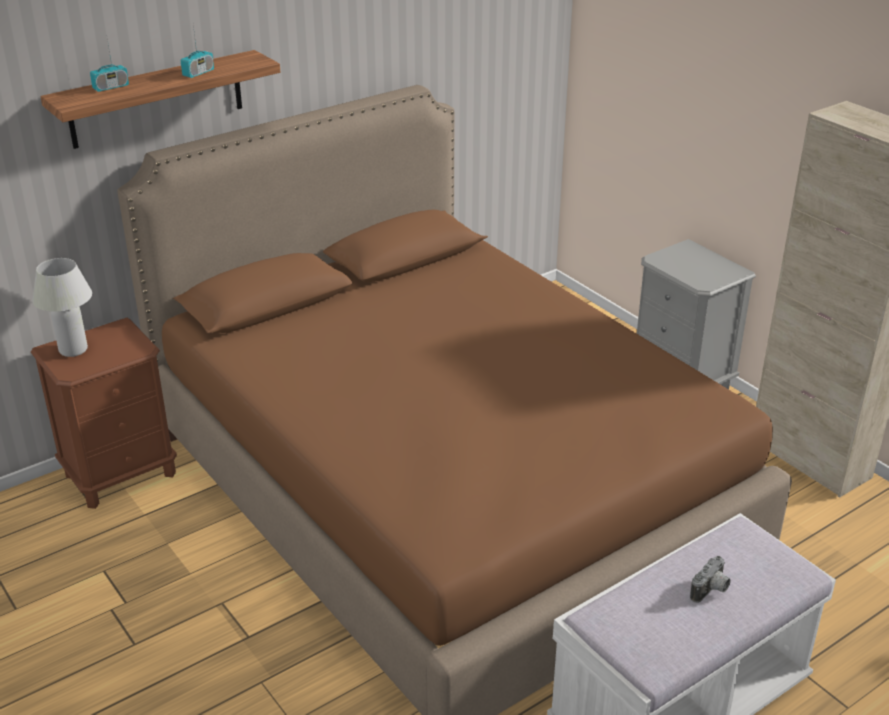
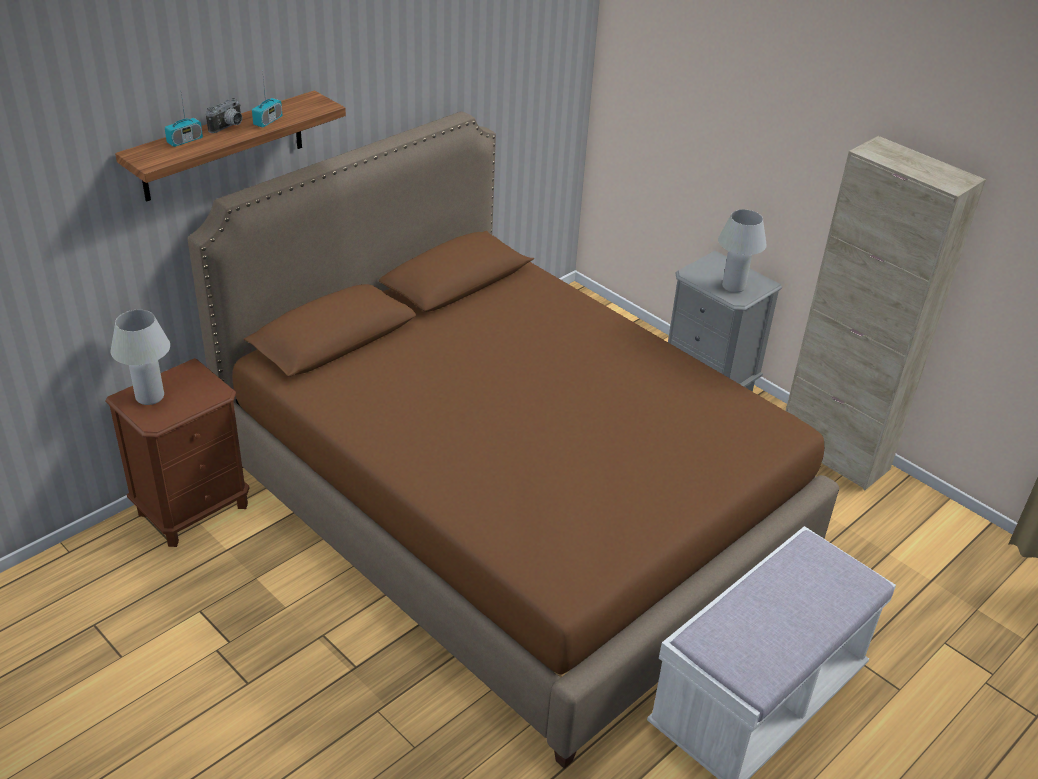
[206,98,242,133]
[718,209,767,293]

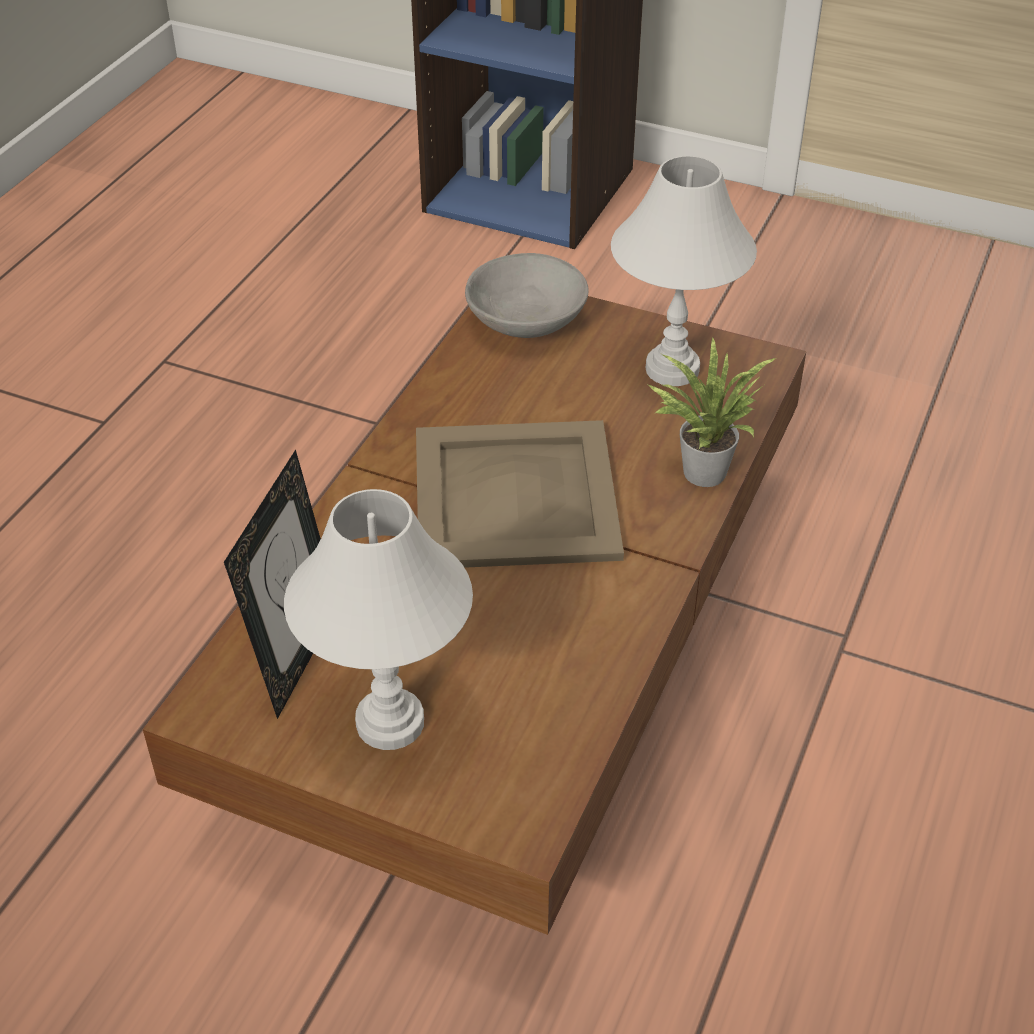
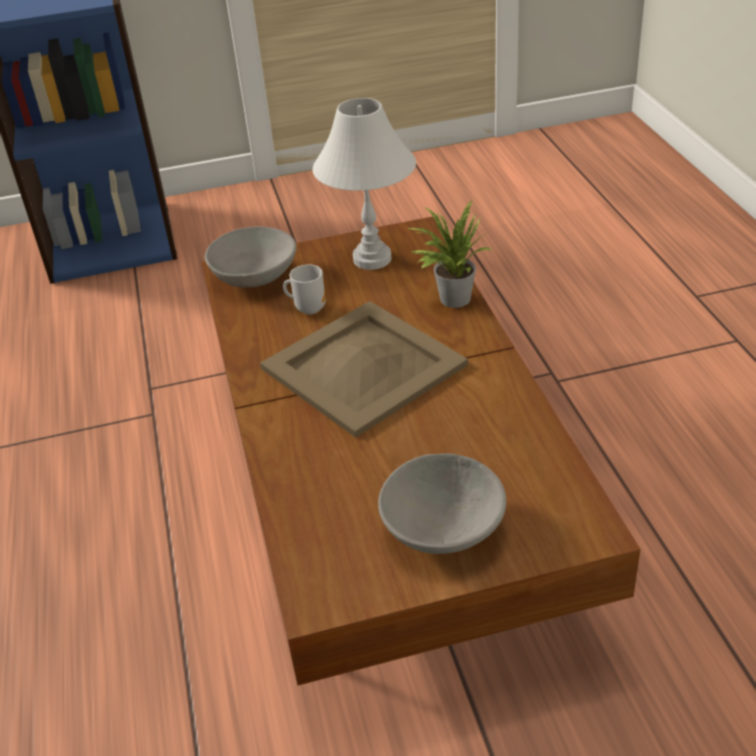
[283,265,325,314]
[378,453,506,554]
[224,450,321,719] (first image)

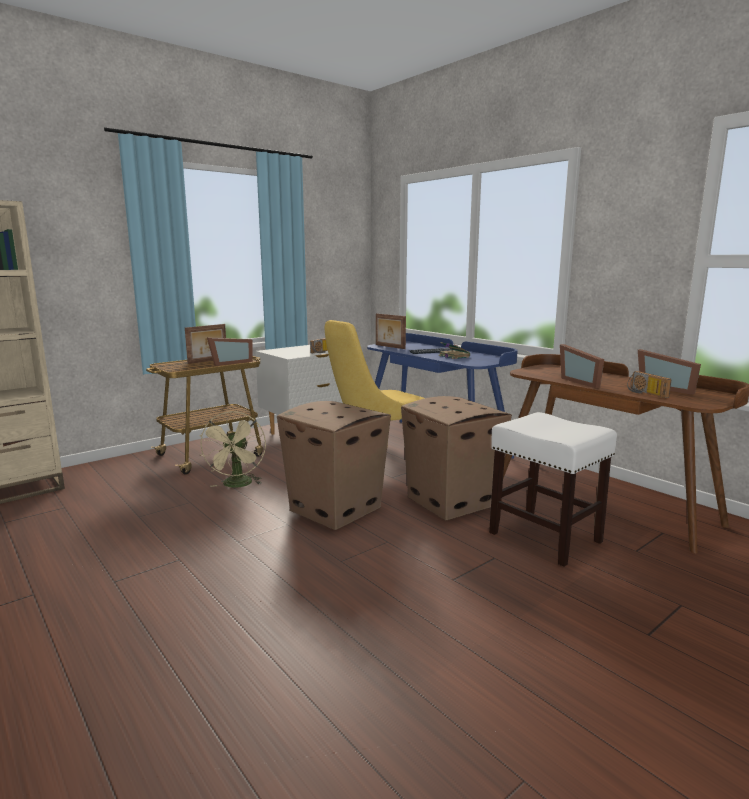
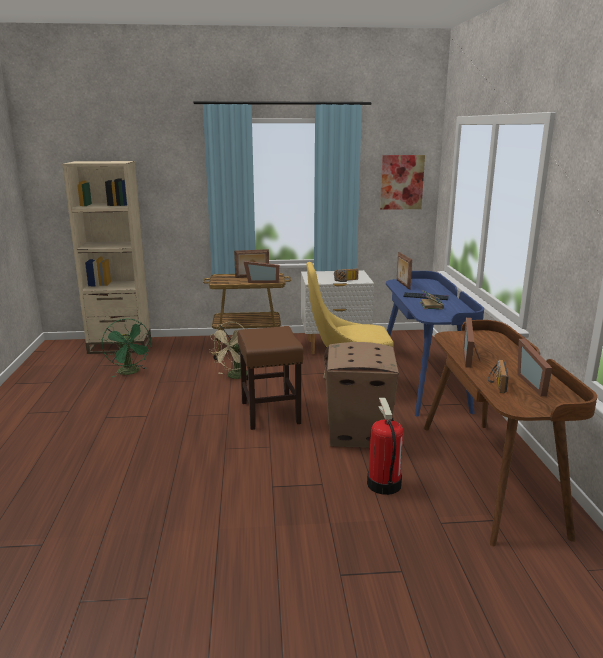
[102,318,151,377]
[237,326,304,430]
[367,398,404,495]
[380,155,425,210]

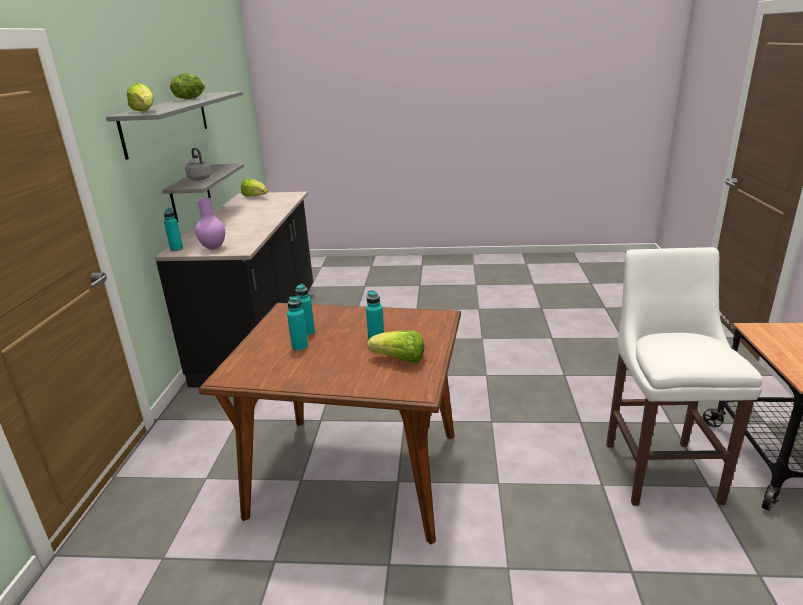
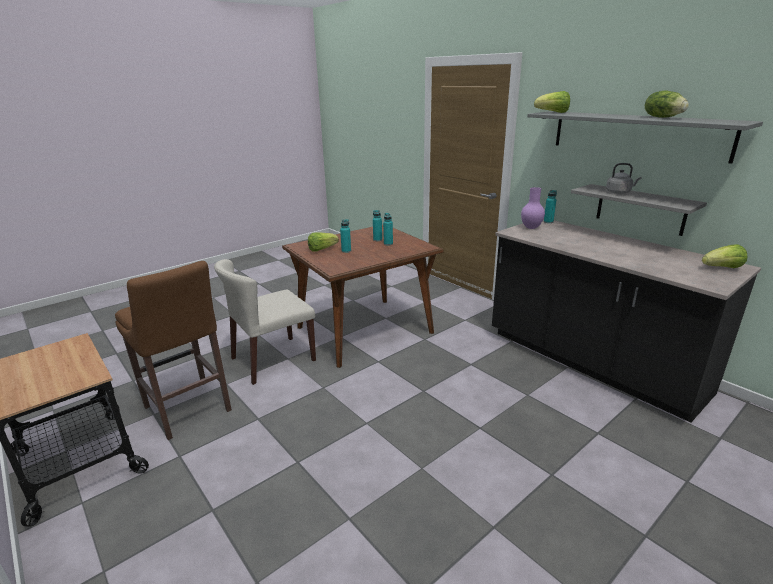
[115,261,232,440]
[214,259,316,385]

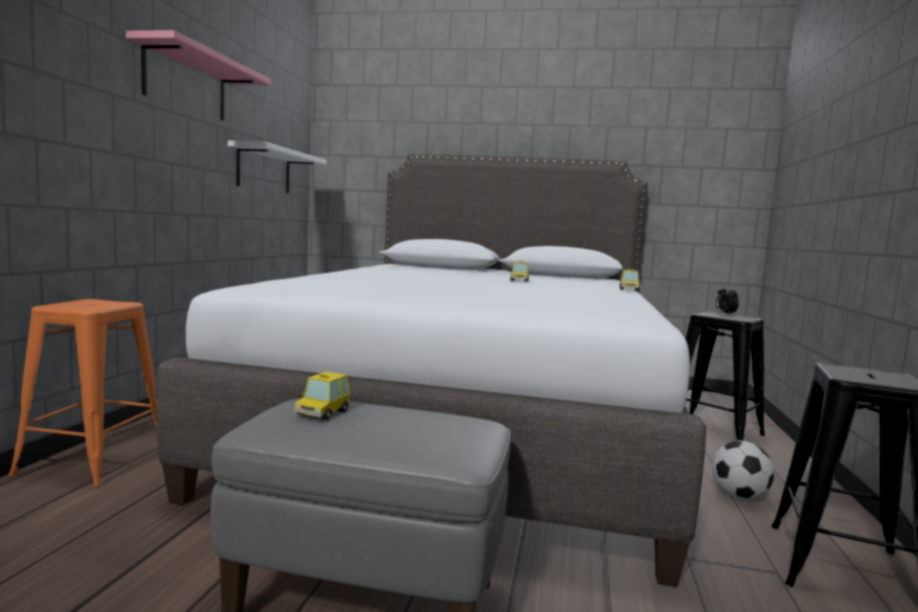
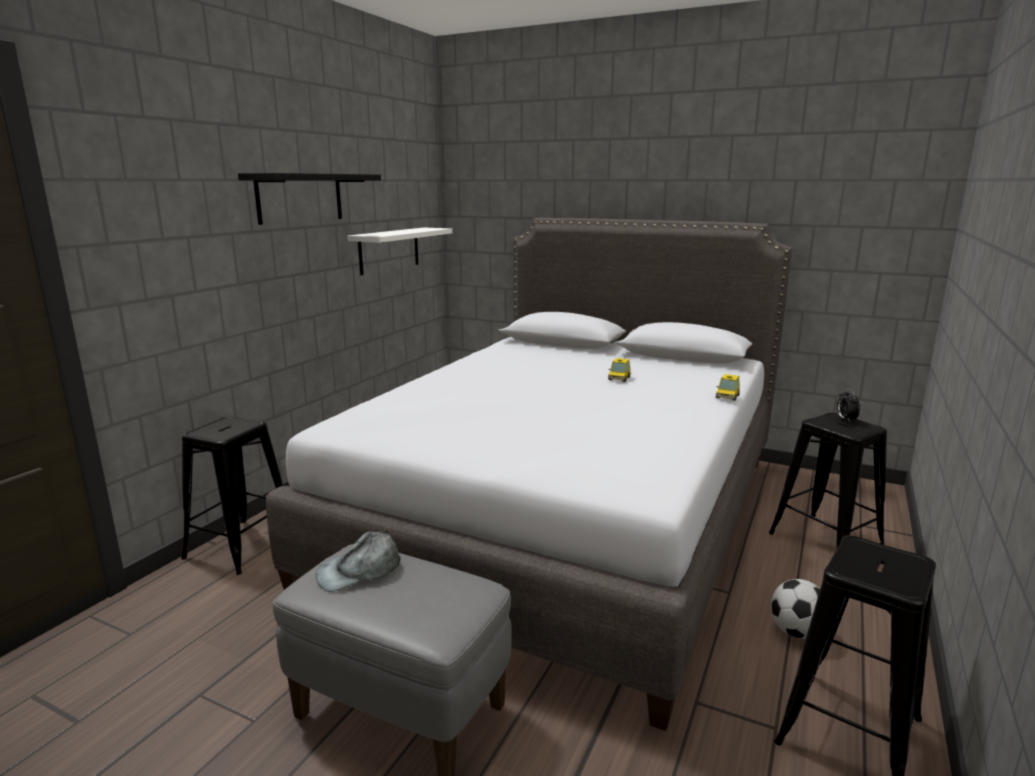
[181,416,283,575]
[238,173,381,225]
[316,531,401,592]

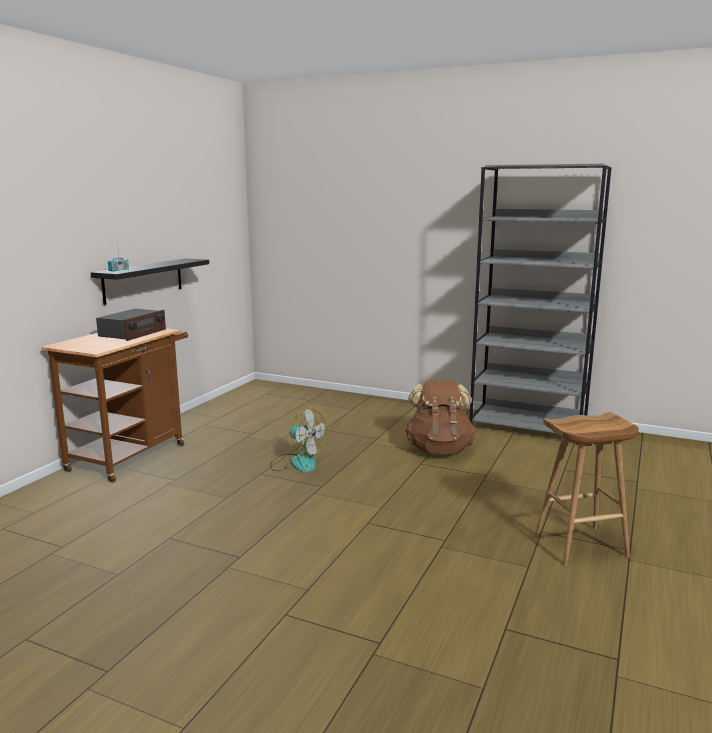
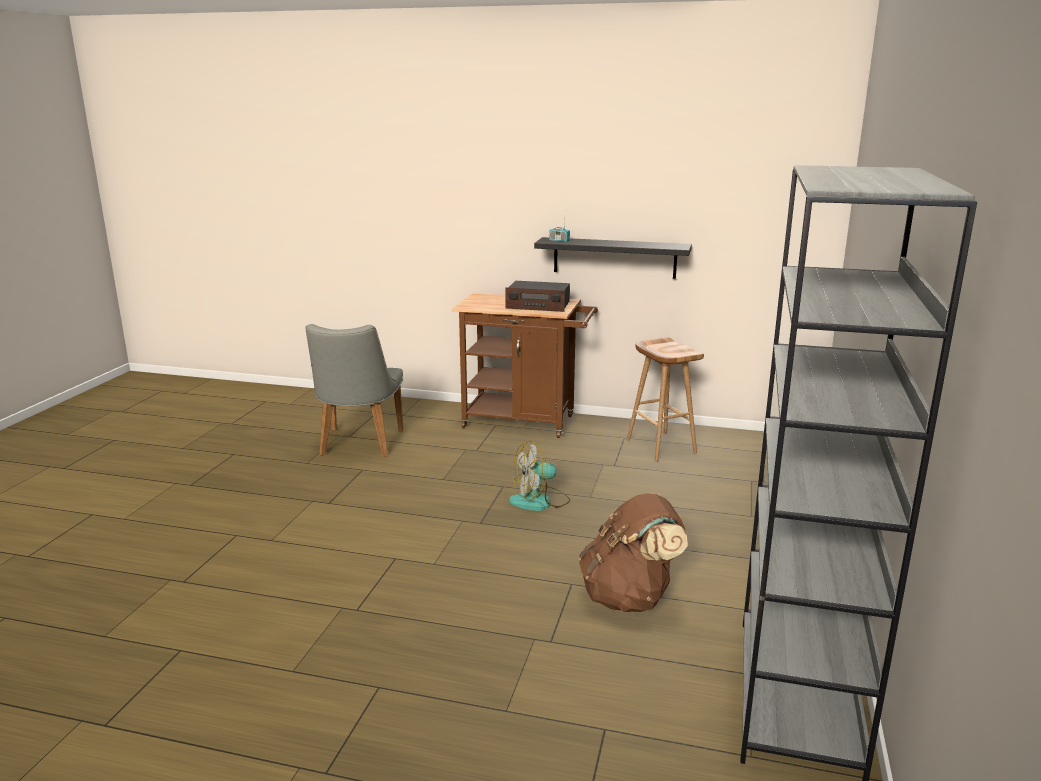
[305,324,403,457]
[509,440,570,511]
[627,337,704,462]

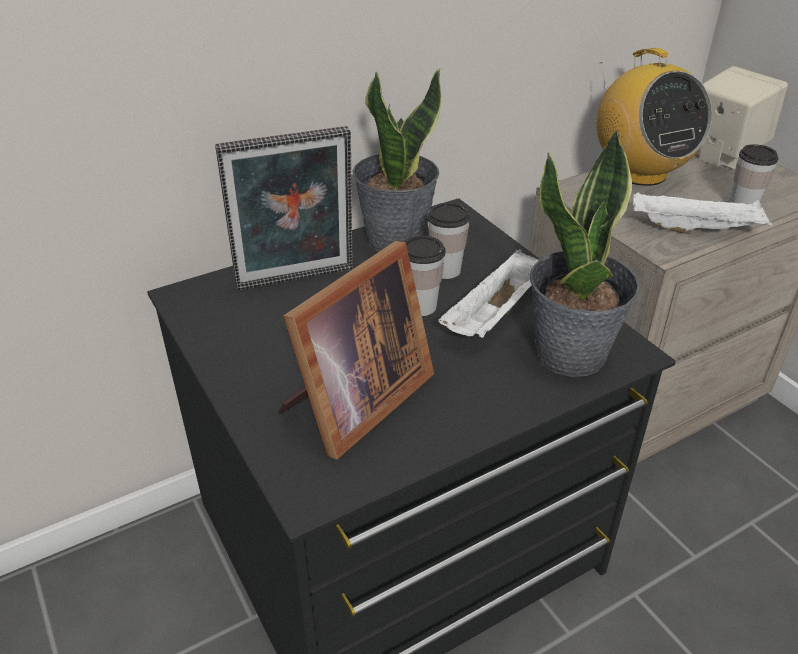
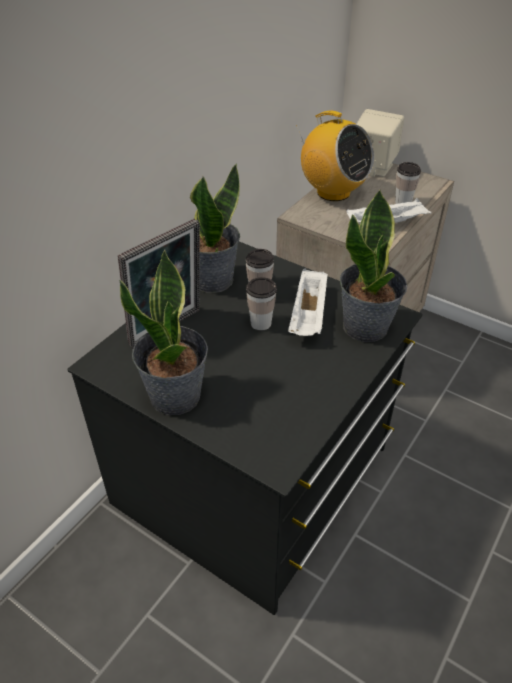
[119,250,208,415]
[279,241,434,460] (first image)

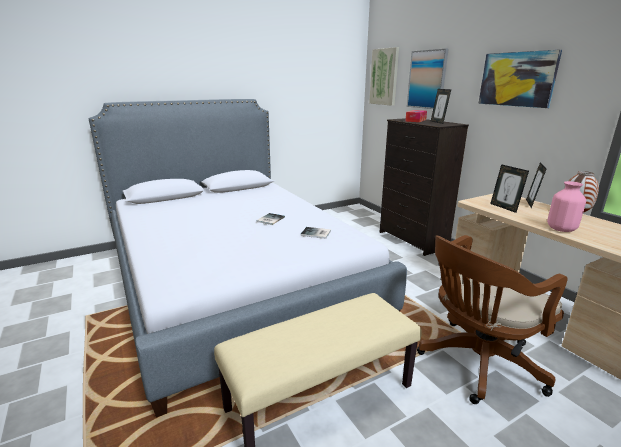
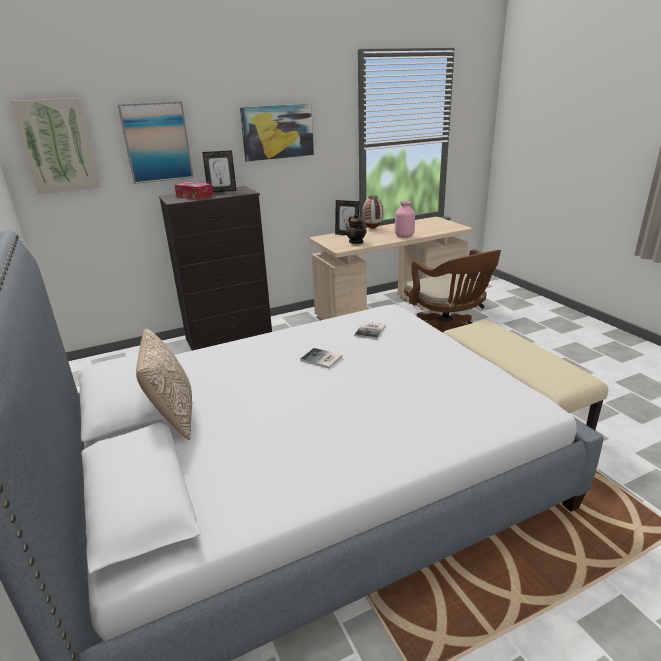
[136,328,192,440]
[346,213,367,244]

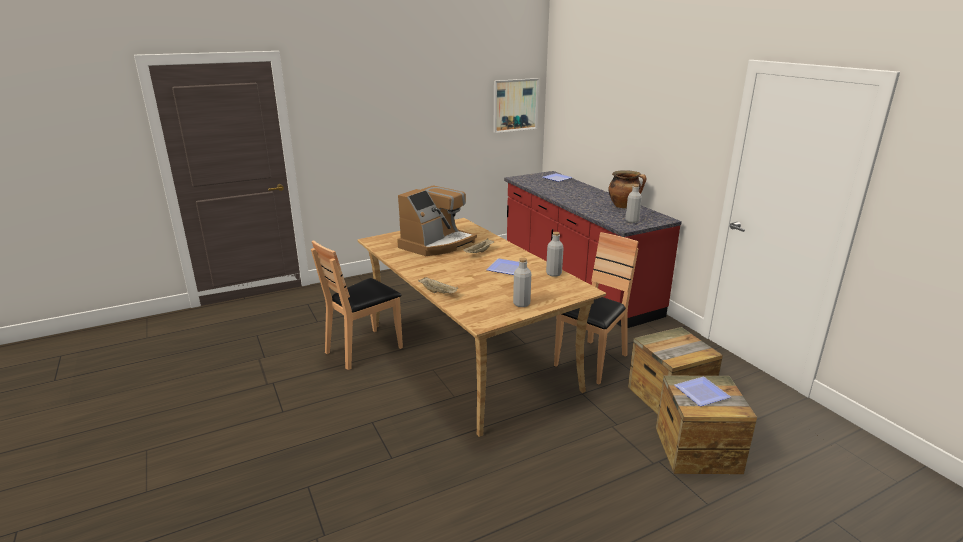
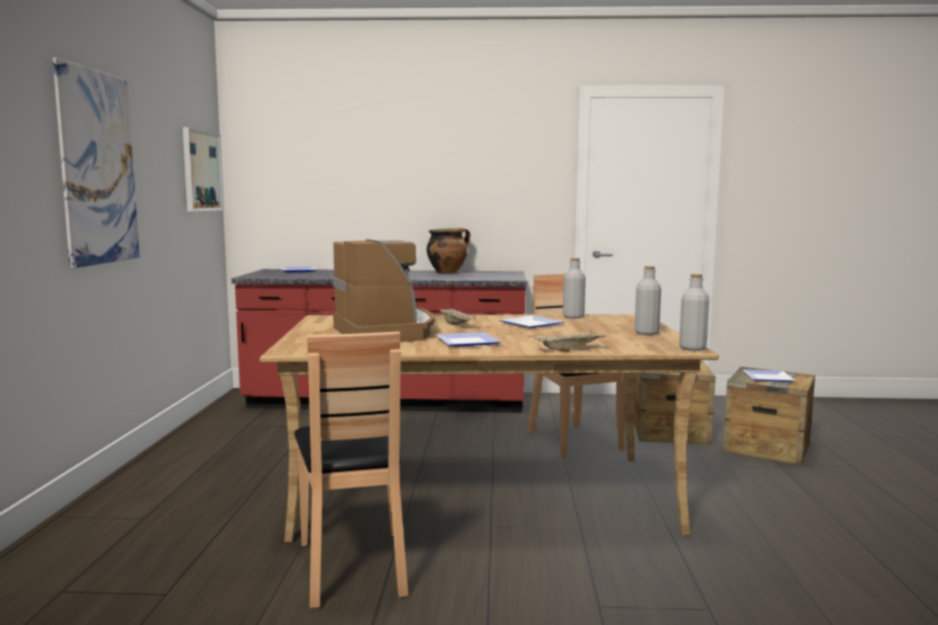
[53,57,140,269]
[436,332,501,347]
[679,274,709,351]

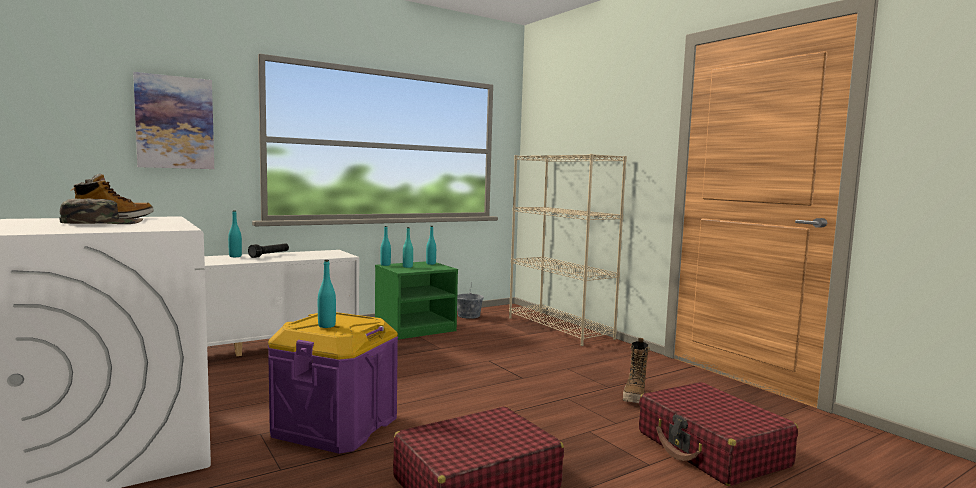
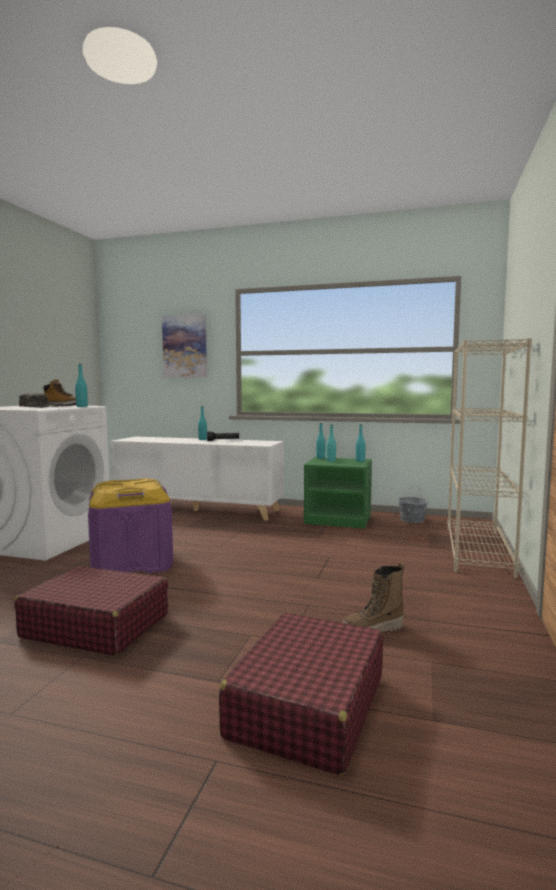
[75,364,88,407]

